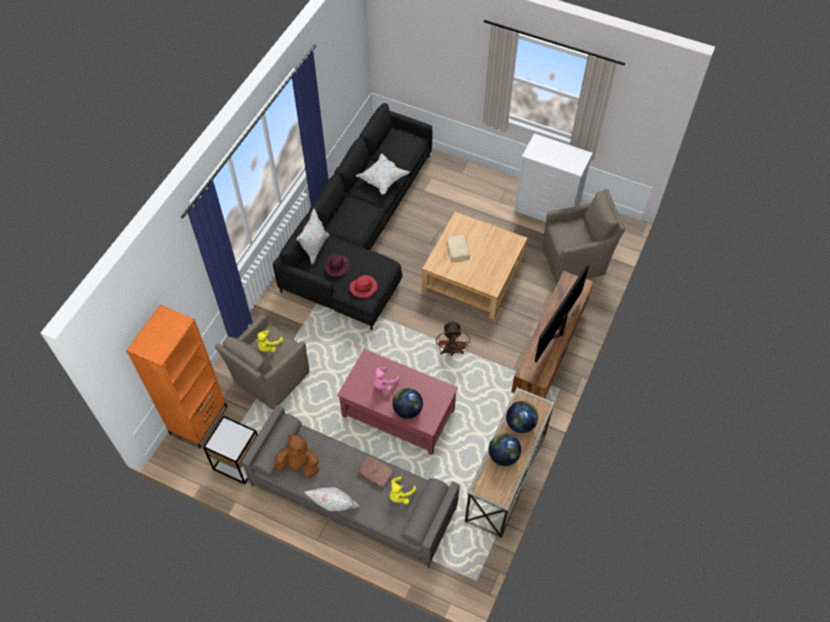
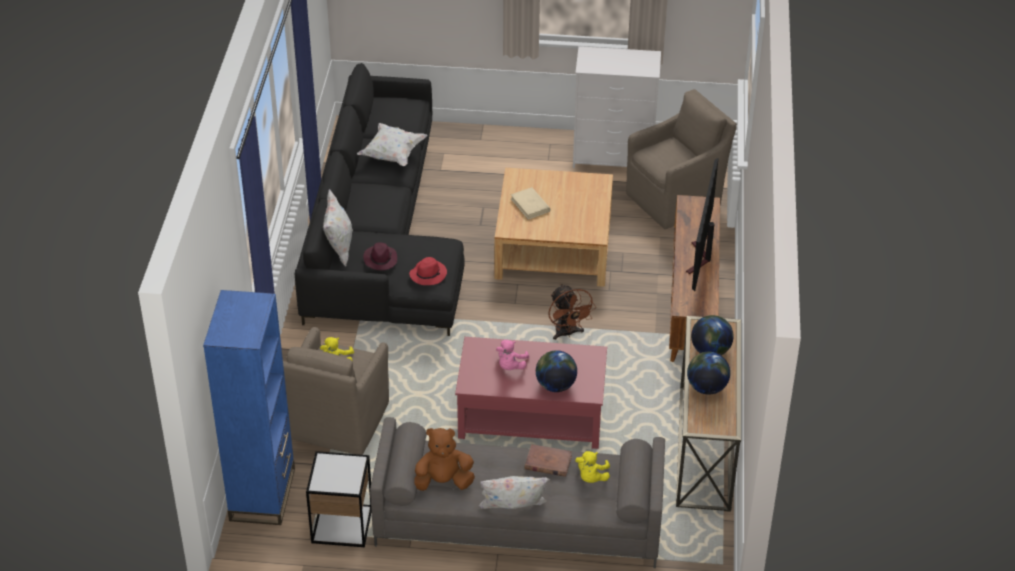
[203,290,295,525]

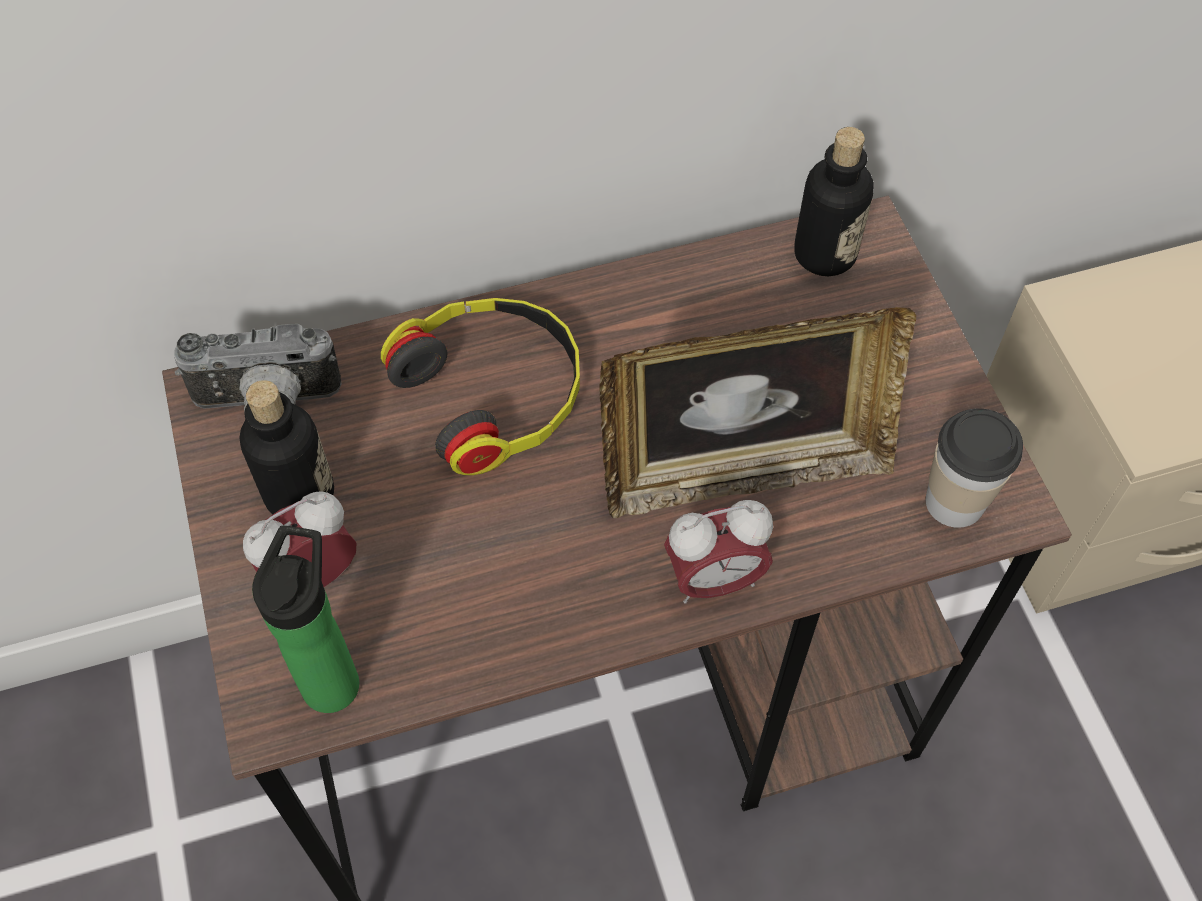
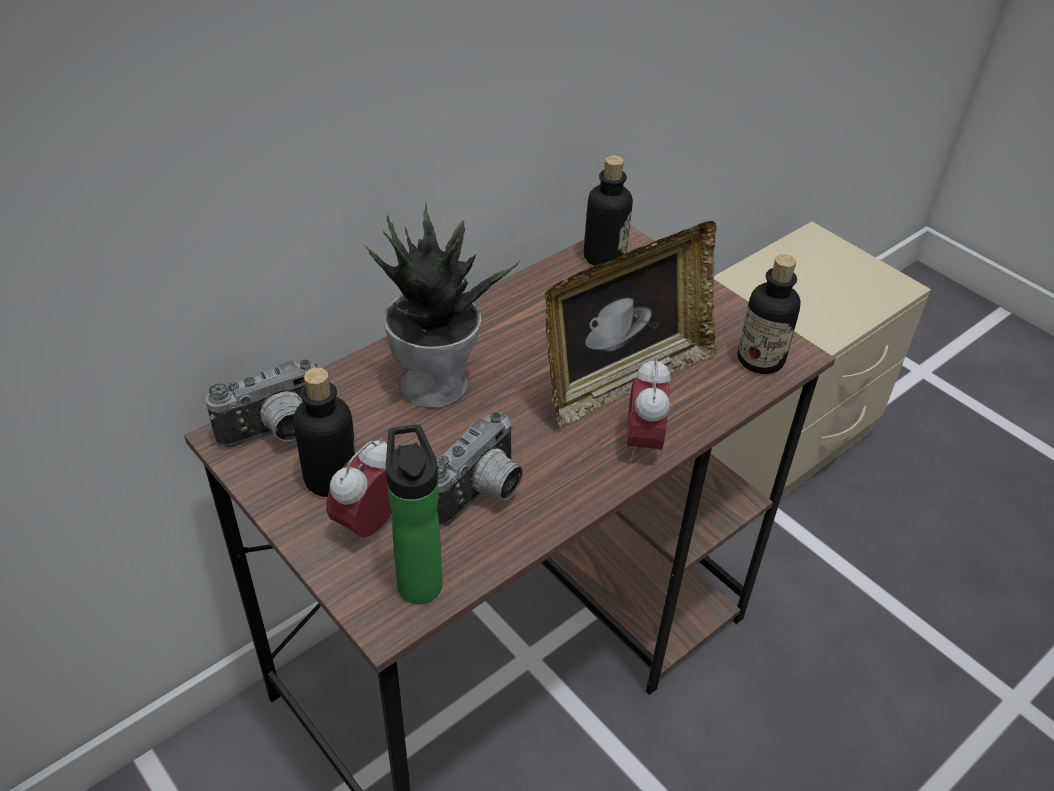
[365,201,520,408]
[437,412,523,528]
[626,358,671,461]
[738,254,801,374]

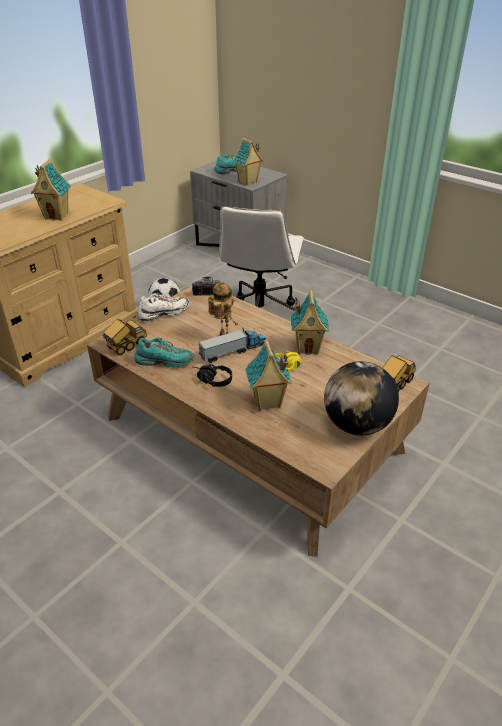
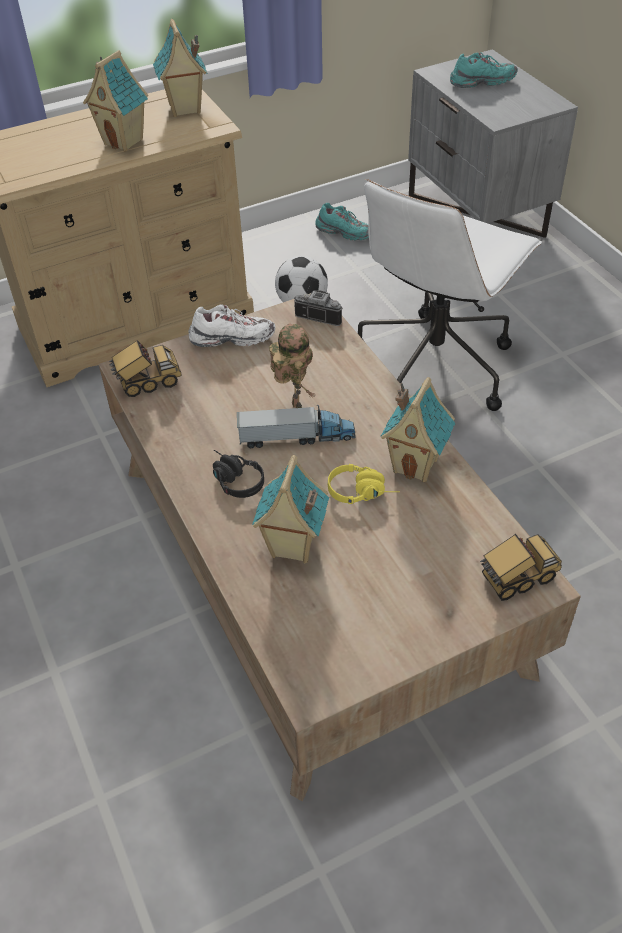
[153,19,208,117]
[315,203,369,241]
[324,361,399,435] (first image)

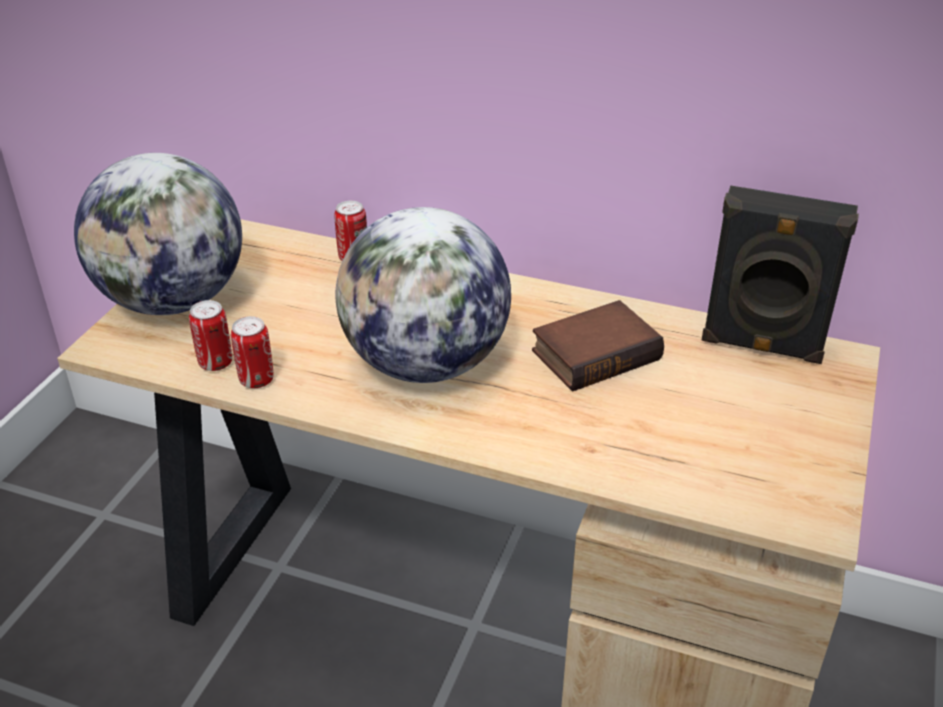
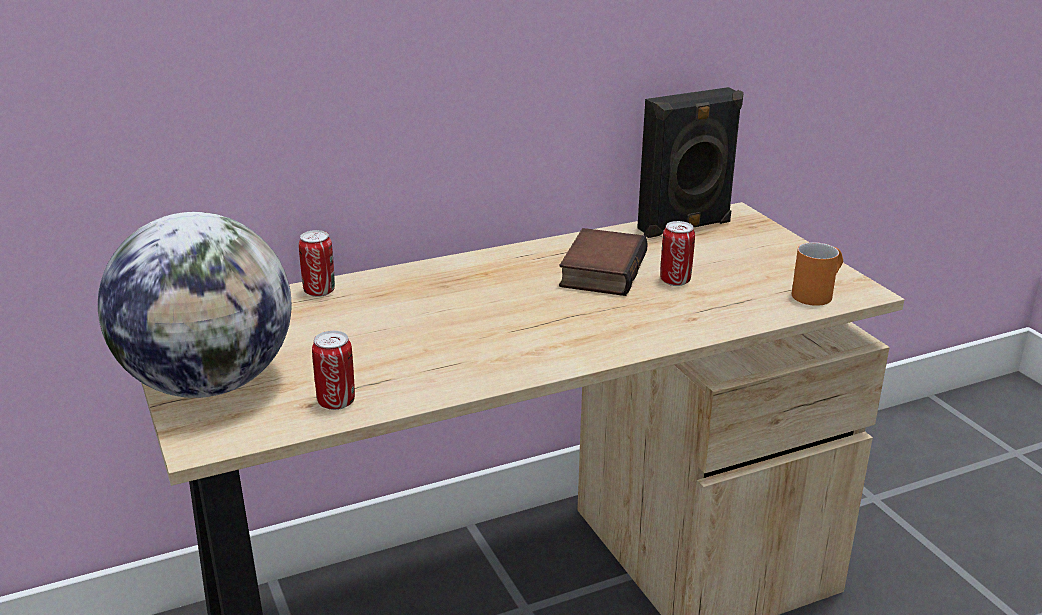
[660,221,695,286]
[792,242,843,306]
[335,207,511,383] (first image)

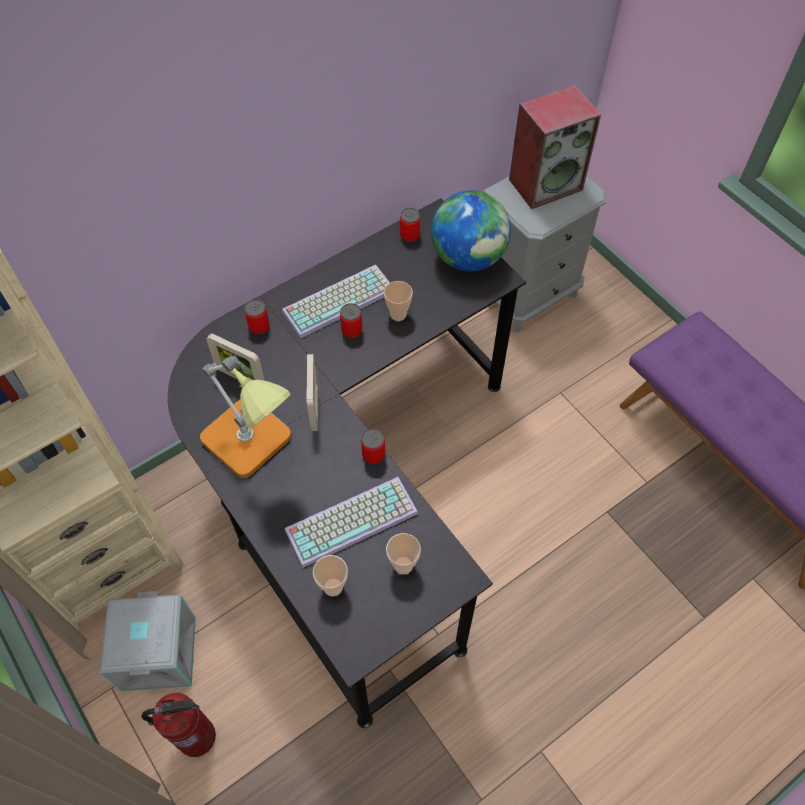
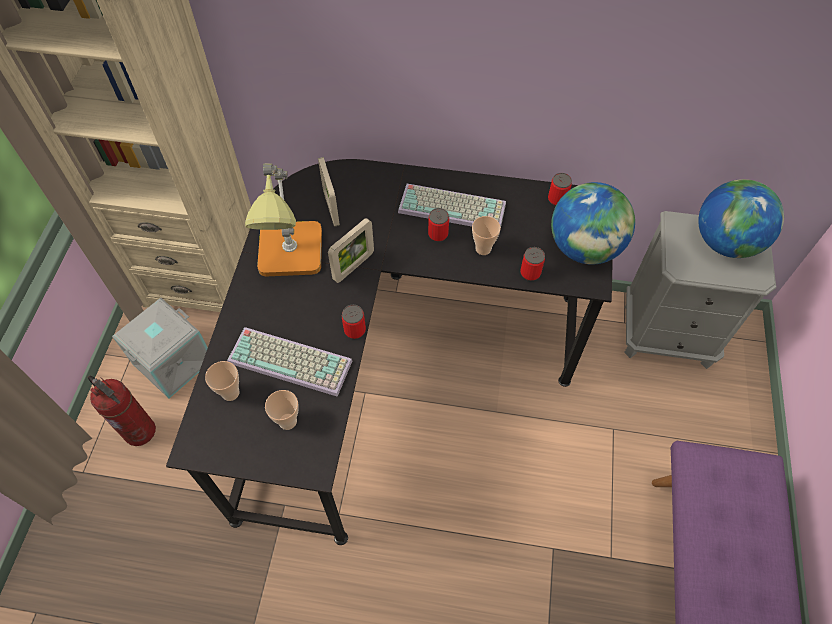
[520,247,545,281]
[698,179,784,258]

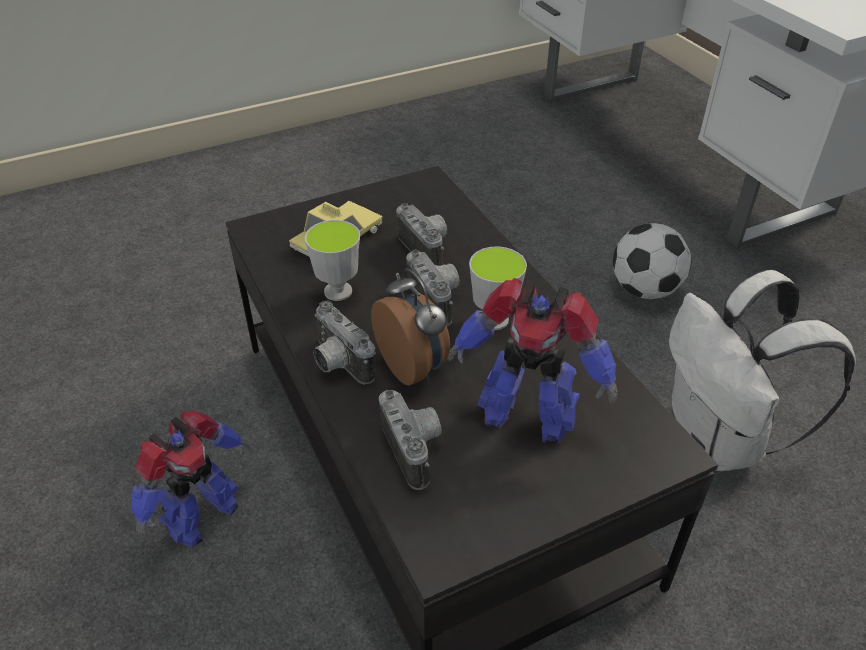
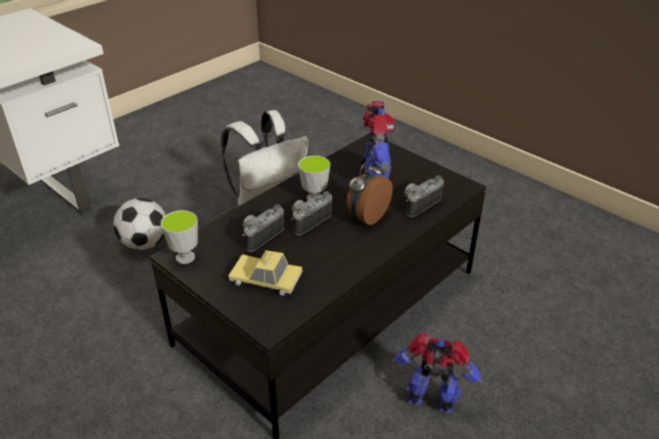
[161,210,198,264]
[313,300,376,385] (first image)

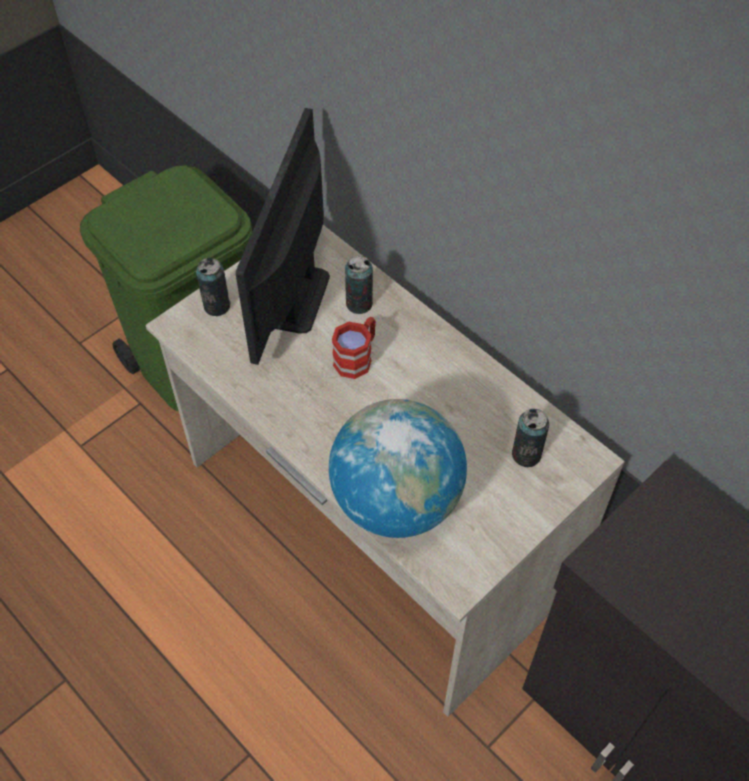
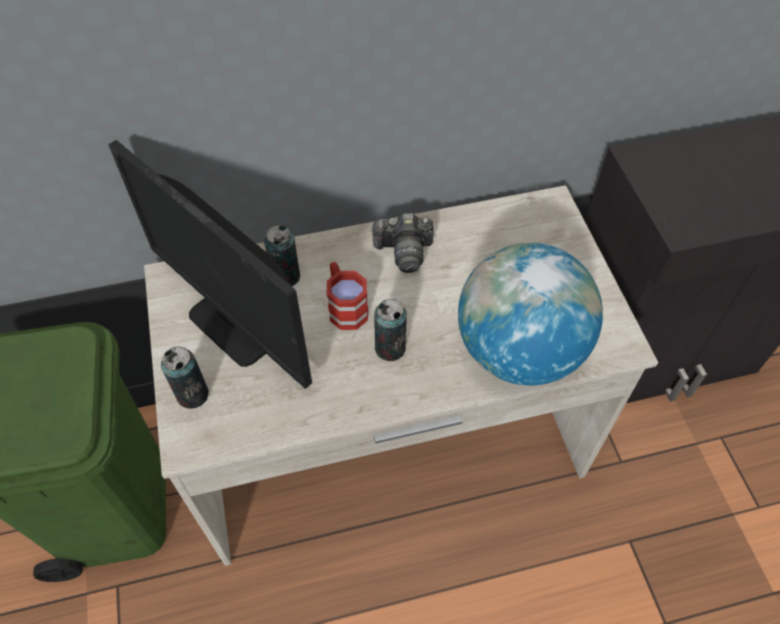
[370,213,434,273]
[374,299,407,361]

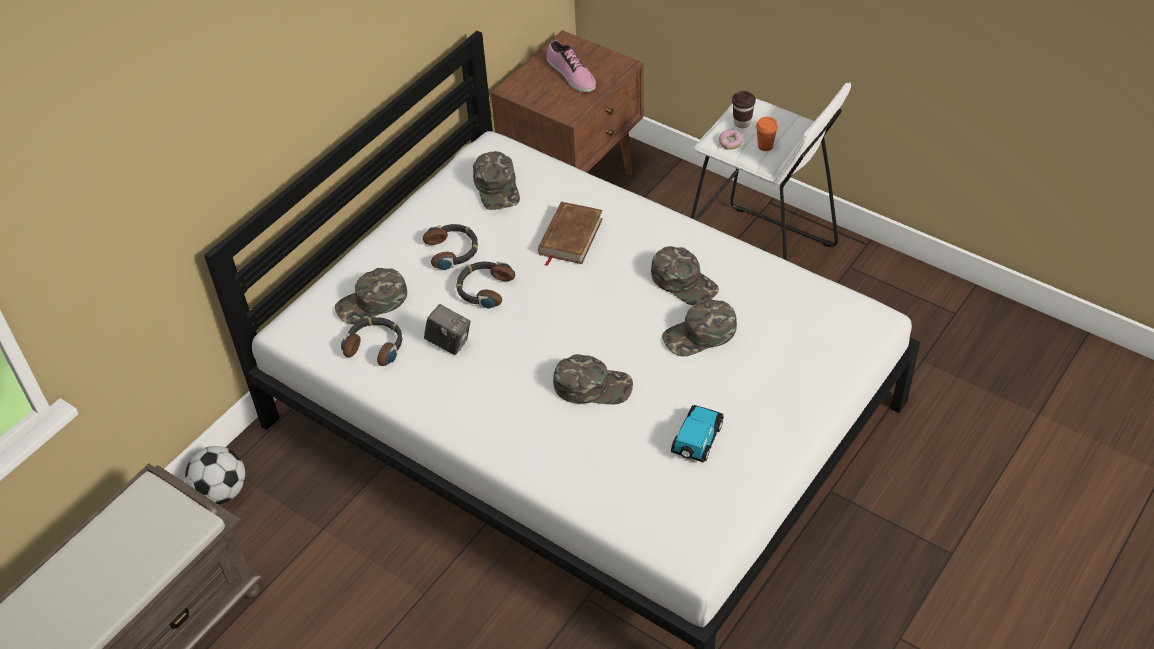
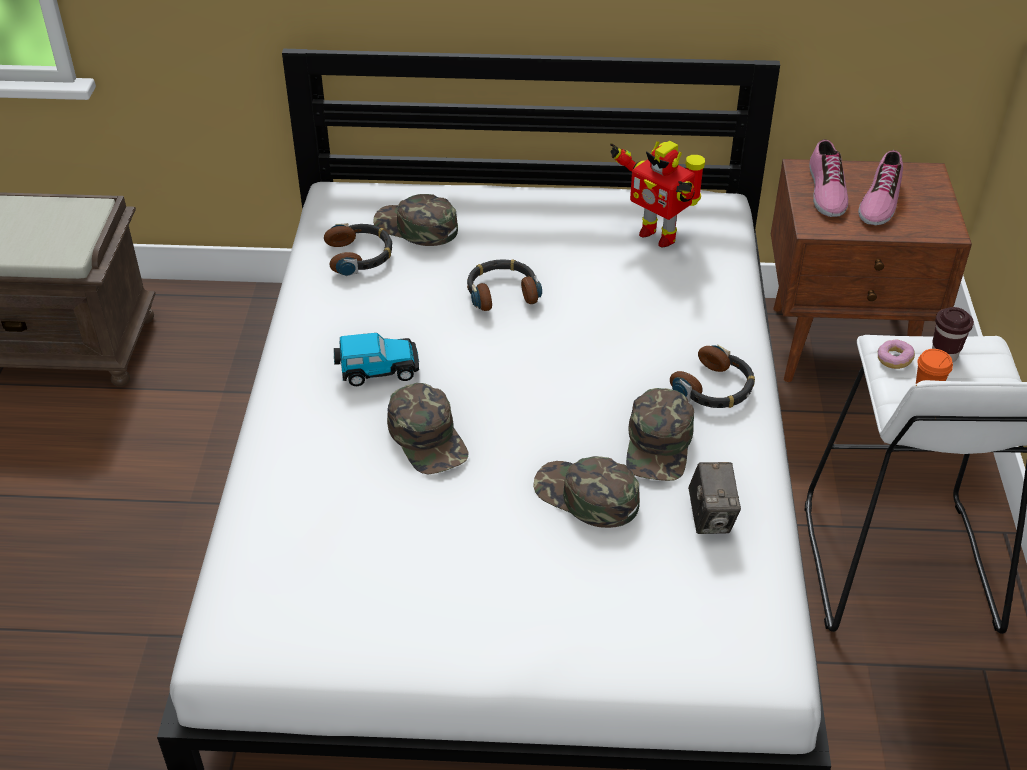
[334,333,419,386]
[610,141,705,248]
[670,345,755,408]
[688,462,741,534]
[809,139,848,217]
[185,446,246,504] (first image)
[538,202,603,266] (first image)

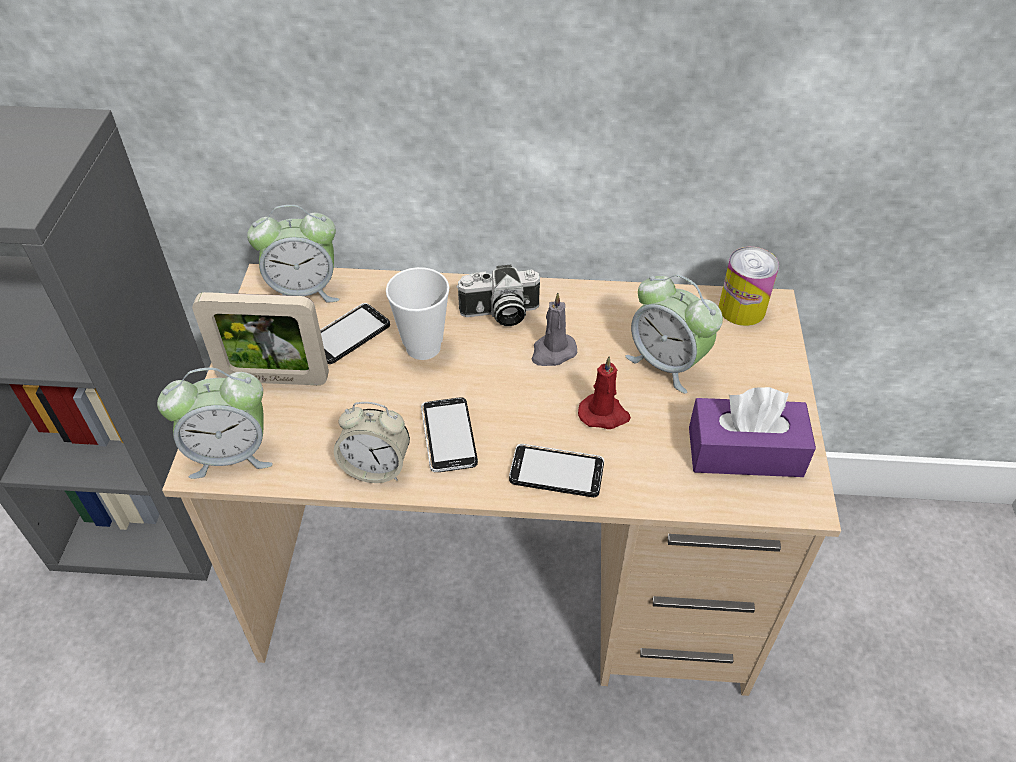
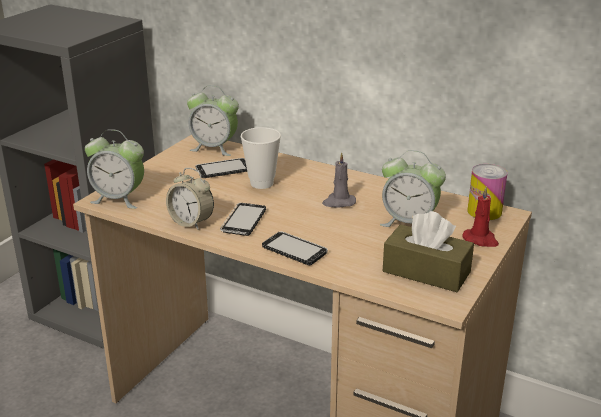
[380,150,446,227]
[383,211,474,292]
[462,186,499,247]
[192,292,329,385] (first image)
[456,265,540,326] (first image)

